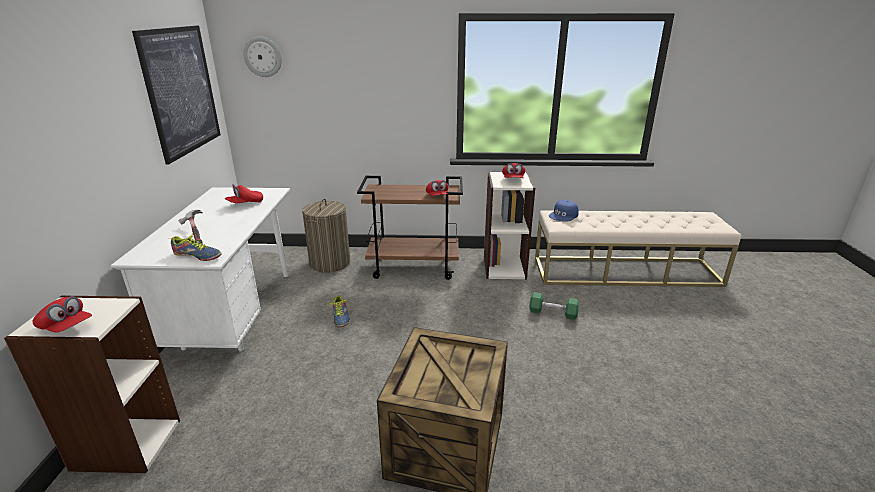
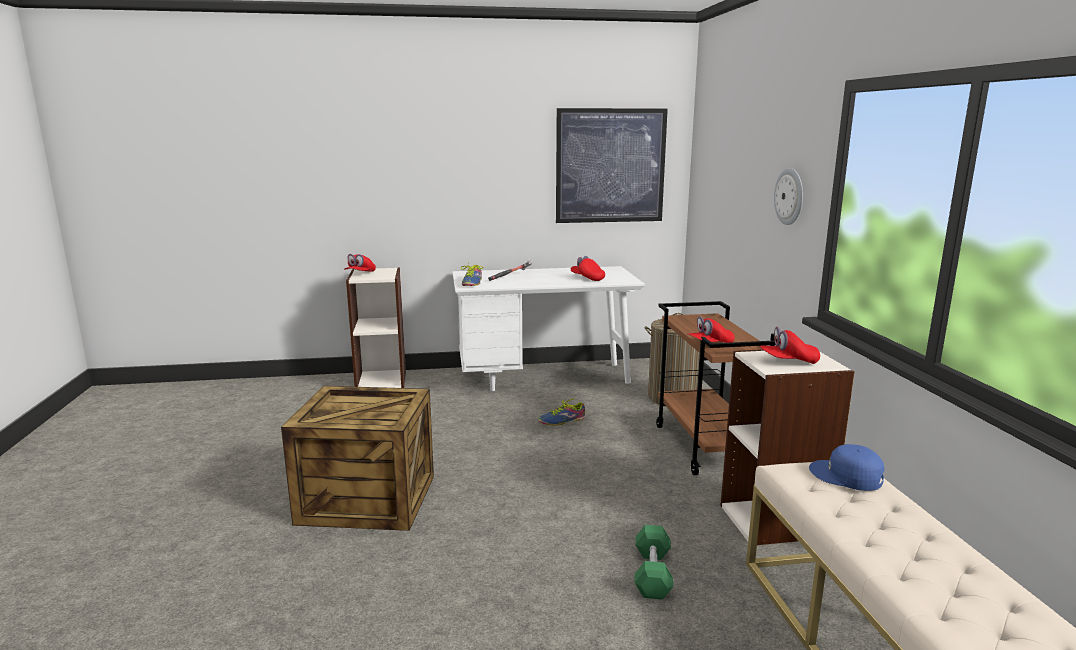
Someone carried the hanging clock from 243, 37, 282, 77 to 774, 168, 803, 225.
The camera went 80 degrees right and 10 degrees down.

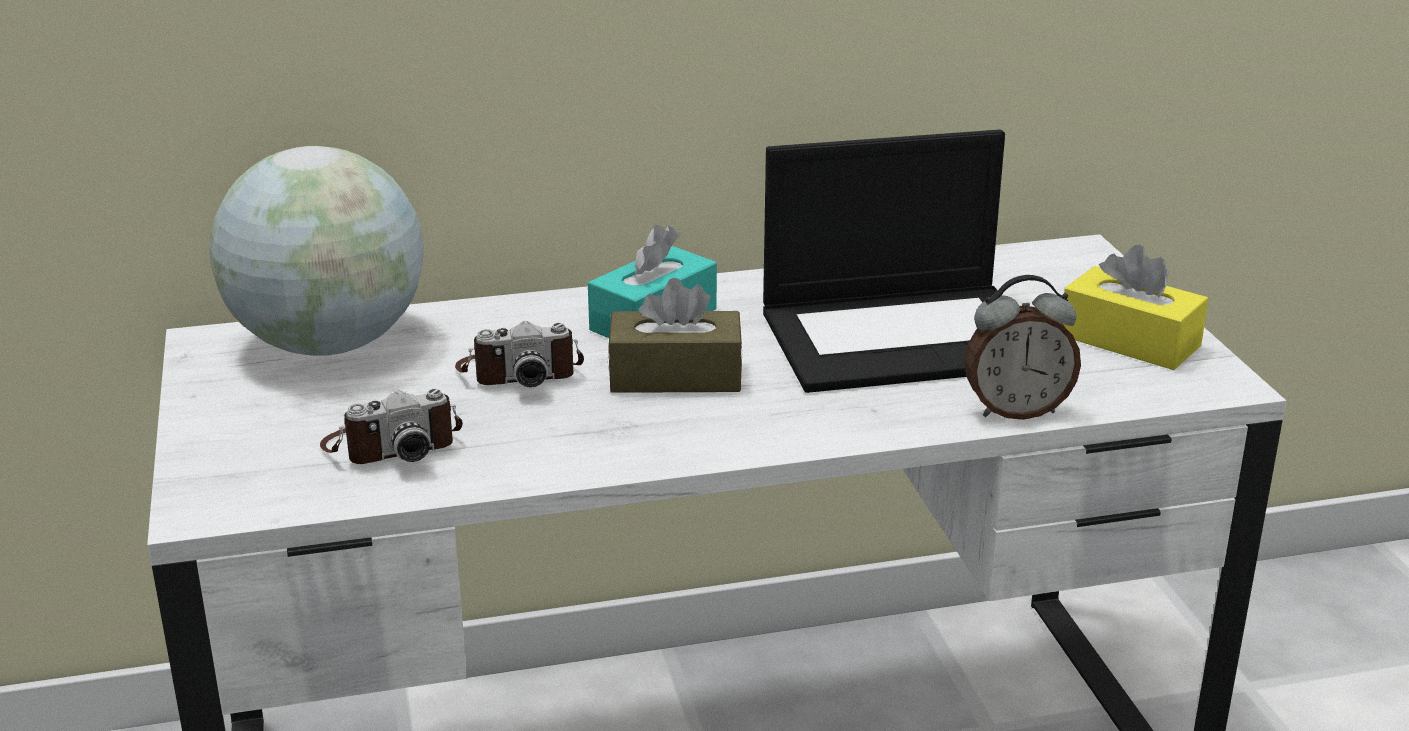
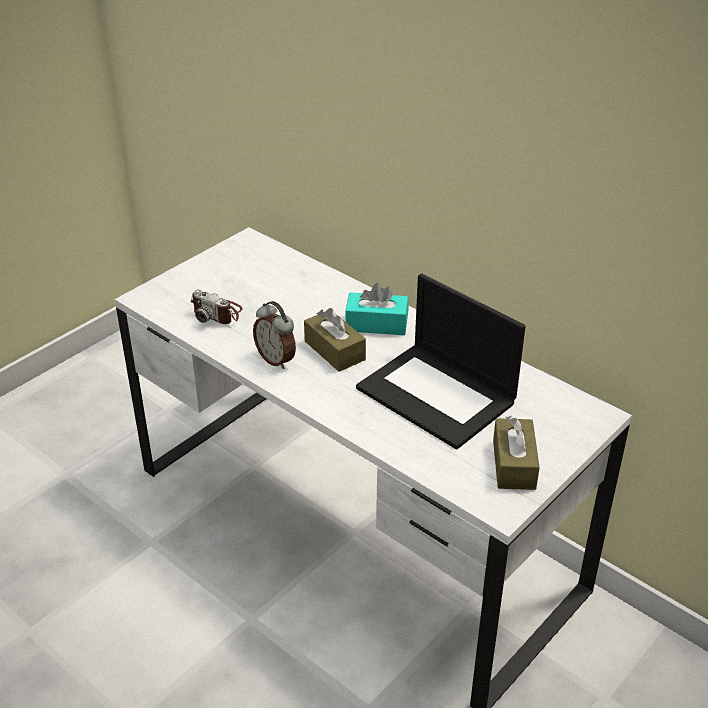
Someone took away the world globe at 209, 146, 424, 356.
Someone took away the photo camera at 455, 321, 584, 387.
Someone carried the alarm clock from 964, 275, 1081, 420 to 253, 301, 296, 369.
Someone repainted the tissue holder in yellow-coloured at 1062, 245, 1208, 370, which became the tissue holder in brownish at 493, 416, 540, 490.
The camera went 55 degrees right and 10 degrees up.

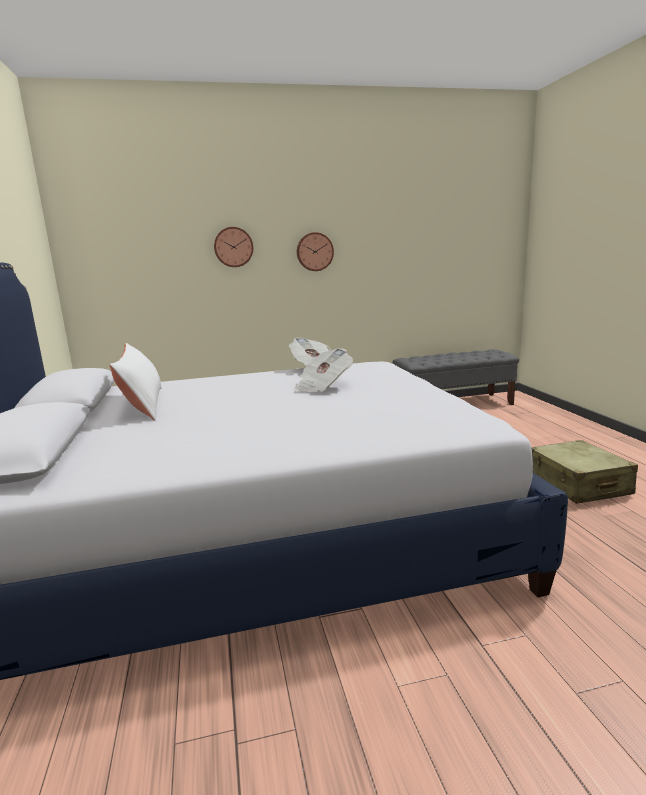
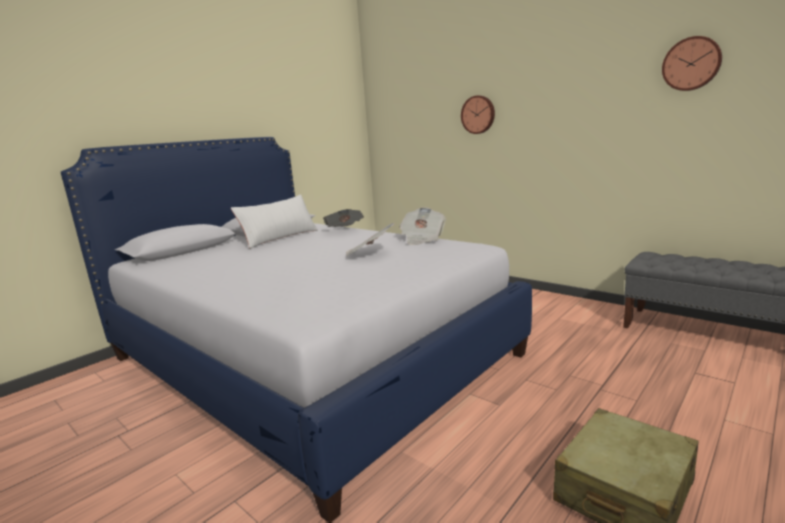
Someone put down the newspaper at 323, 209, 364, 227.
Someone carried the hanging clock from 297, 232, 334, 271 to 662, 36, 722, 91.
The camera went 55 degrees right and 0 degrees up.

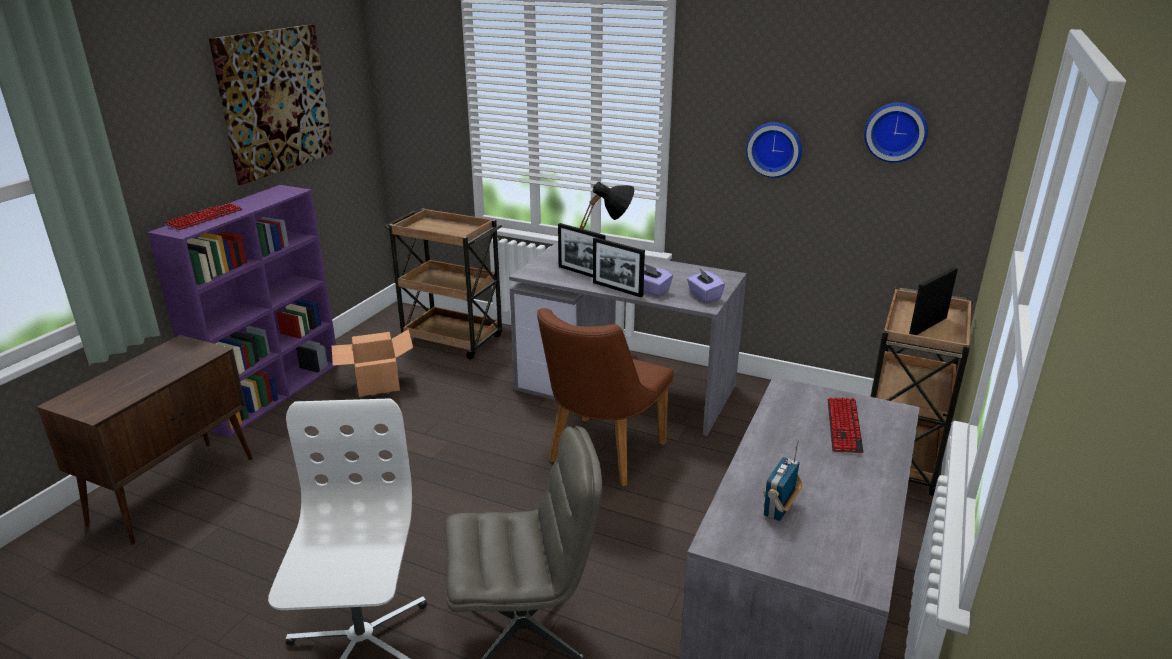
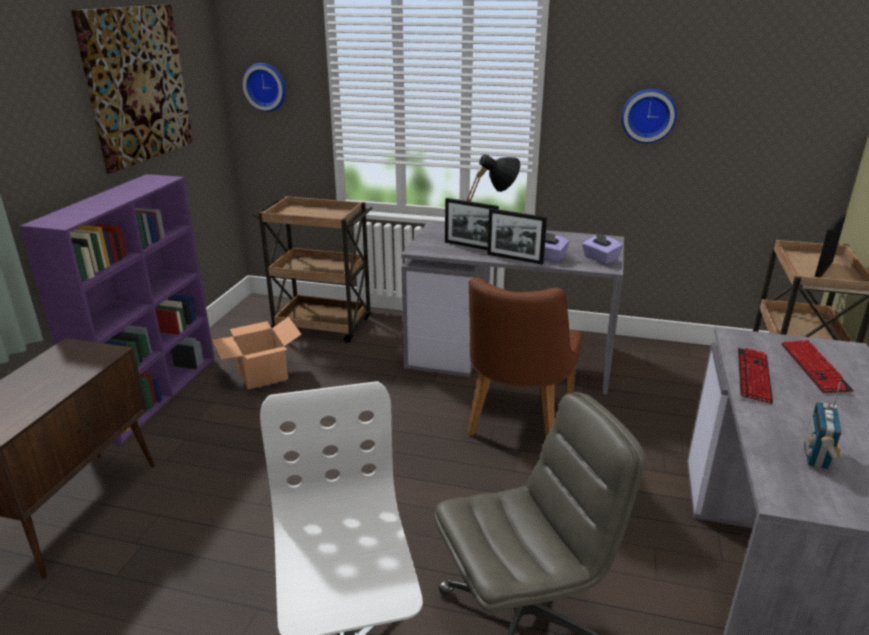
Someone carried the PC keyboard from 165, 203, 242, 230 to 738, 348, 773, 404.
Someone carried the hanging clock from 864, 102, 928, 163 to 243, 63, 286, 112.
The camera went 10 degrees left and 0 degrees up.

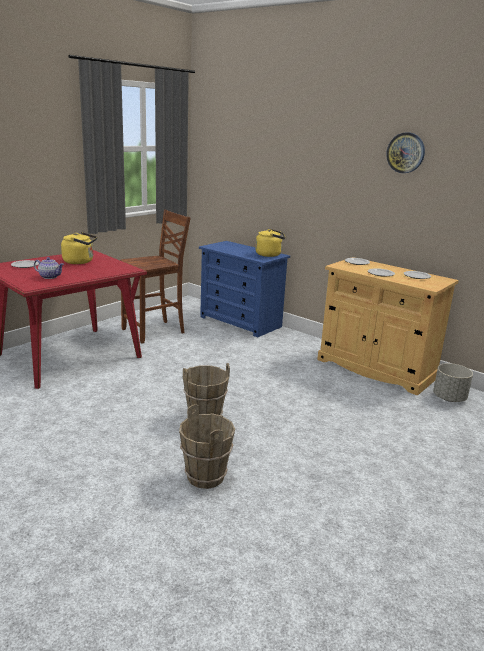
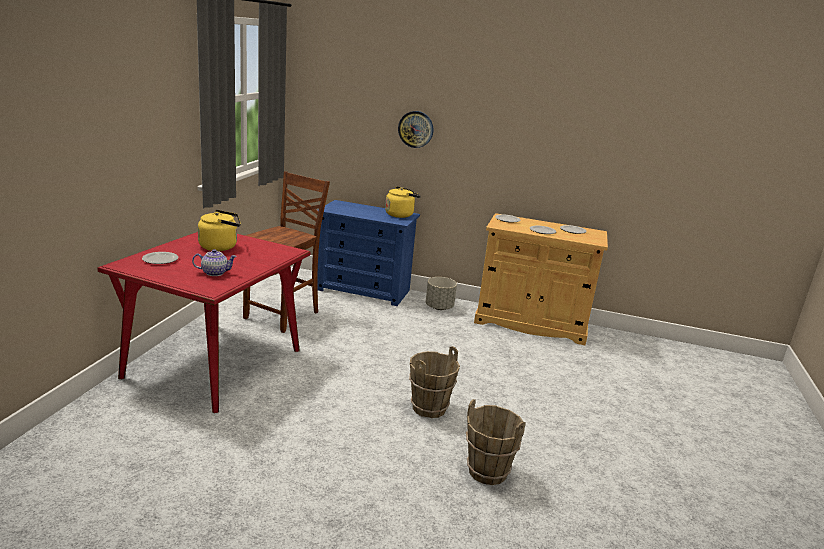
Someone carried the hanging clock from 386, 132, 425, 173 to 398, 111, 433, 148.
Someone carried the flower pot in greyish from 433, 363, 473, 402 to 426, 277, 457, 310.
The camera went 25 degrees left and 0 degrees up.

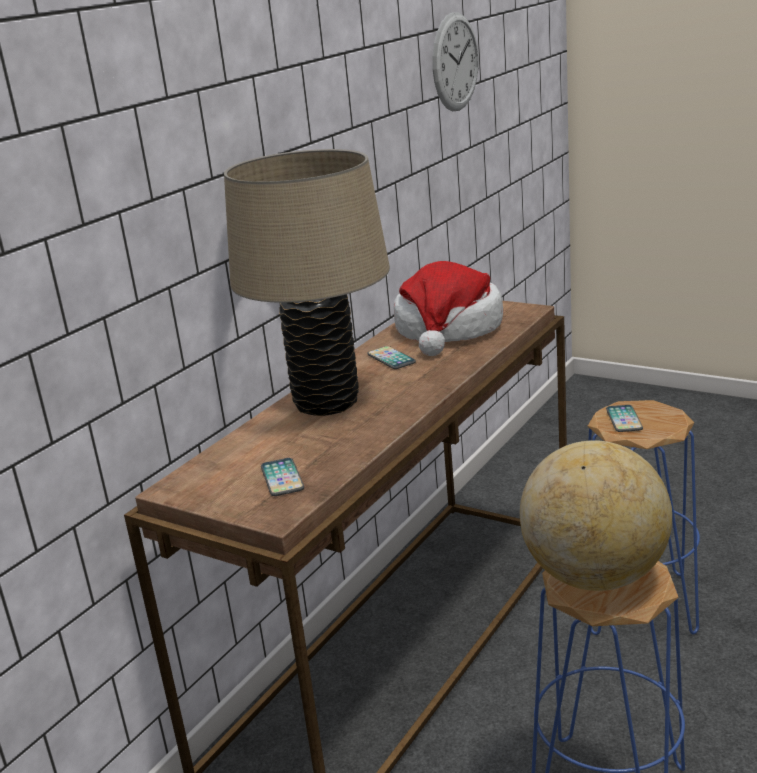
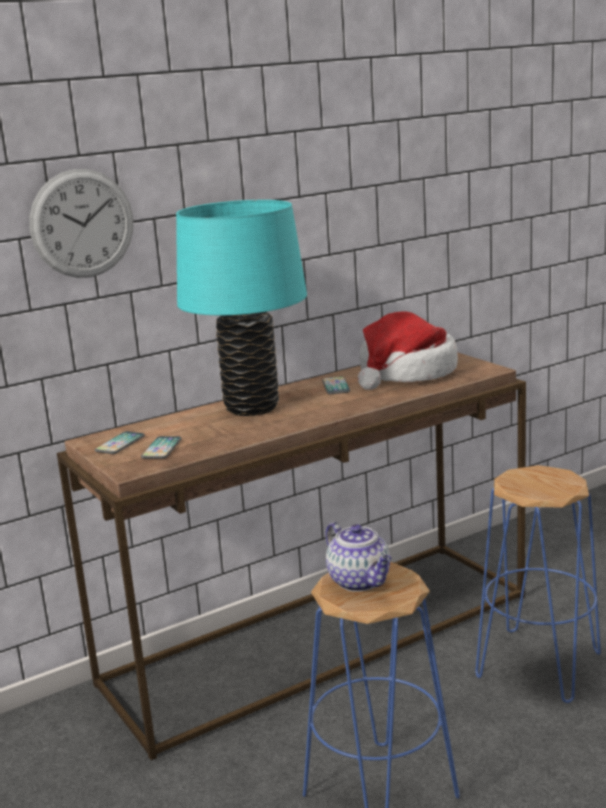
Someone carried the hanging clock from 432, 12, 479, 111 to 29, 169, 133, 278.
Someone carried the handset from 606, 405, 643, 432 to 95, 431, 145, 454.
Someone swapped the world globe at 520, 440, 672, 591 for the teapot at 326, 522, 391, 592.
Someone repainted the table lamp in beige at 224, 149, 390, 416, which became the table lamp in turquoise-coloured at 176, 200, 307, 416.
The camera went 25 degrees right and 5 degrees down.

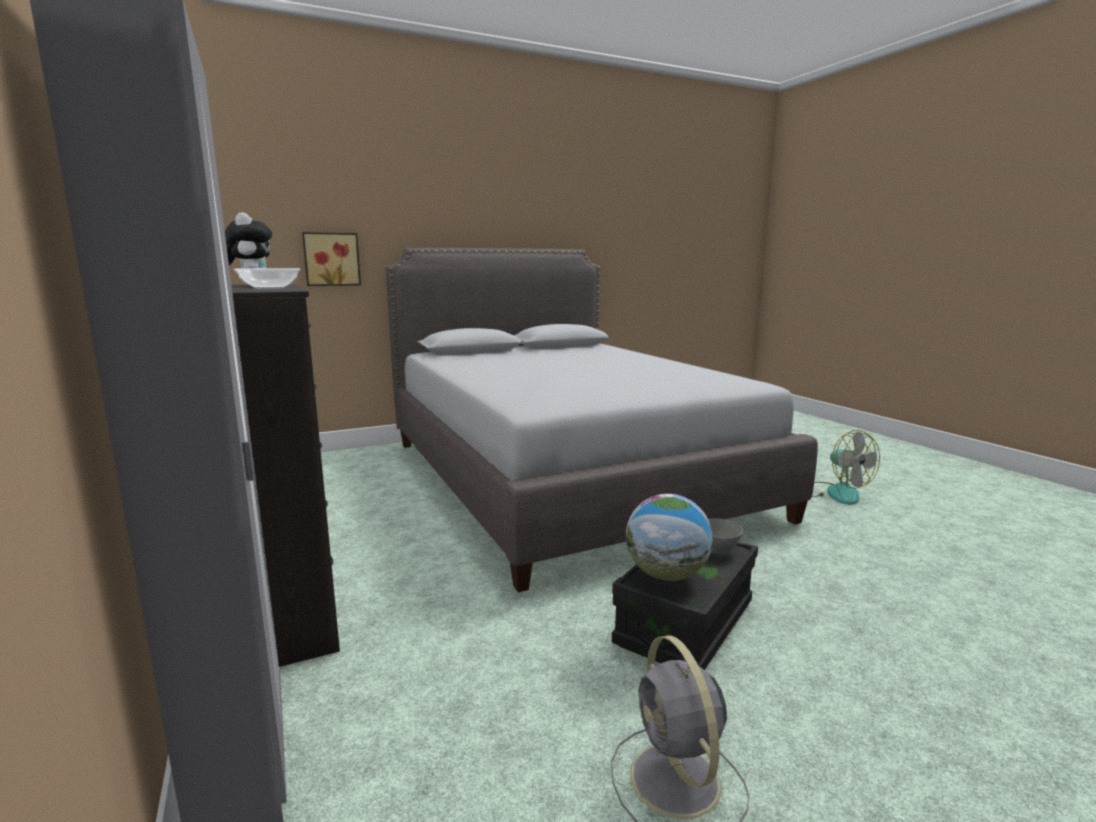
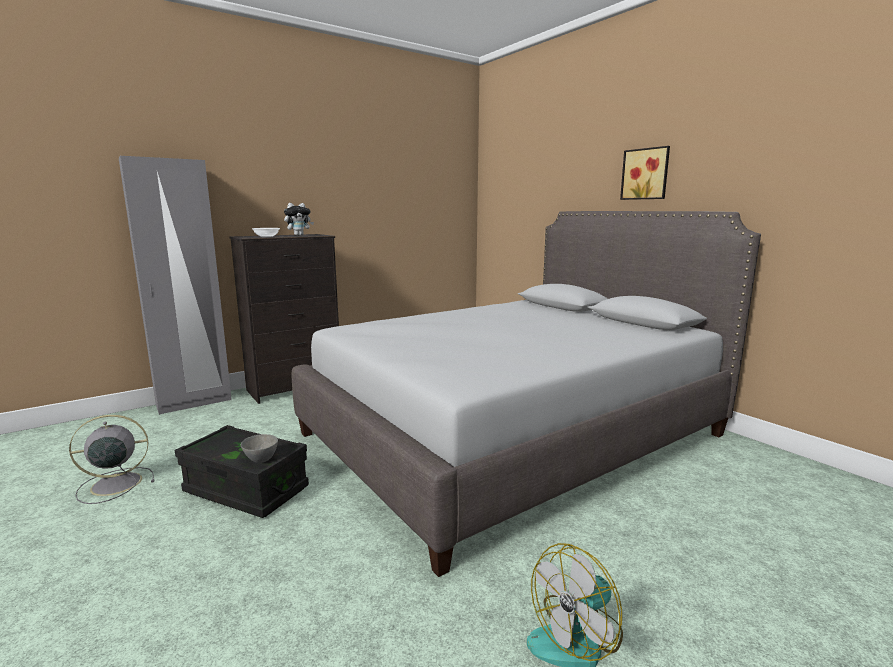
Someone took away the world globe at 626, 494, 713, 581.
Someone carried the wall picture from 302, 232, 361, 286 to 620, 146, 670, 200.
The camera went 80 degrees right and 0 degrees up.

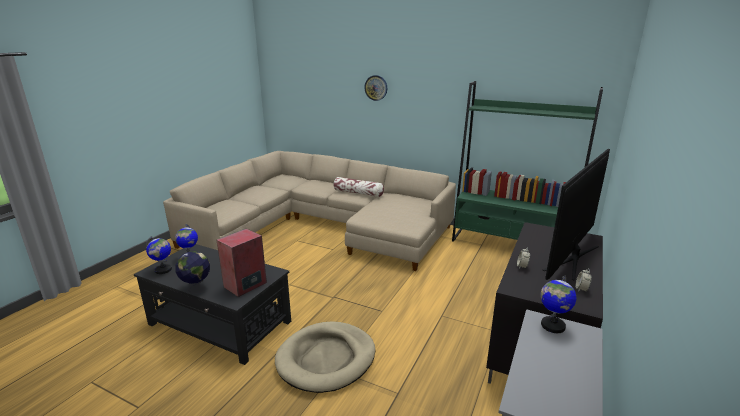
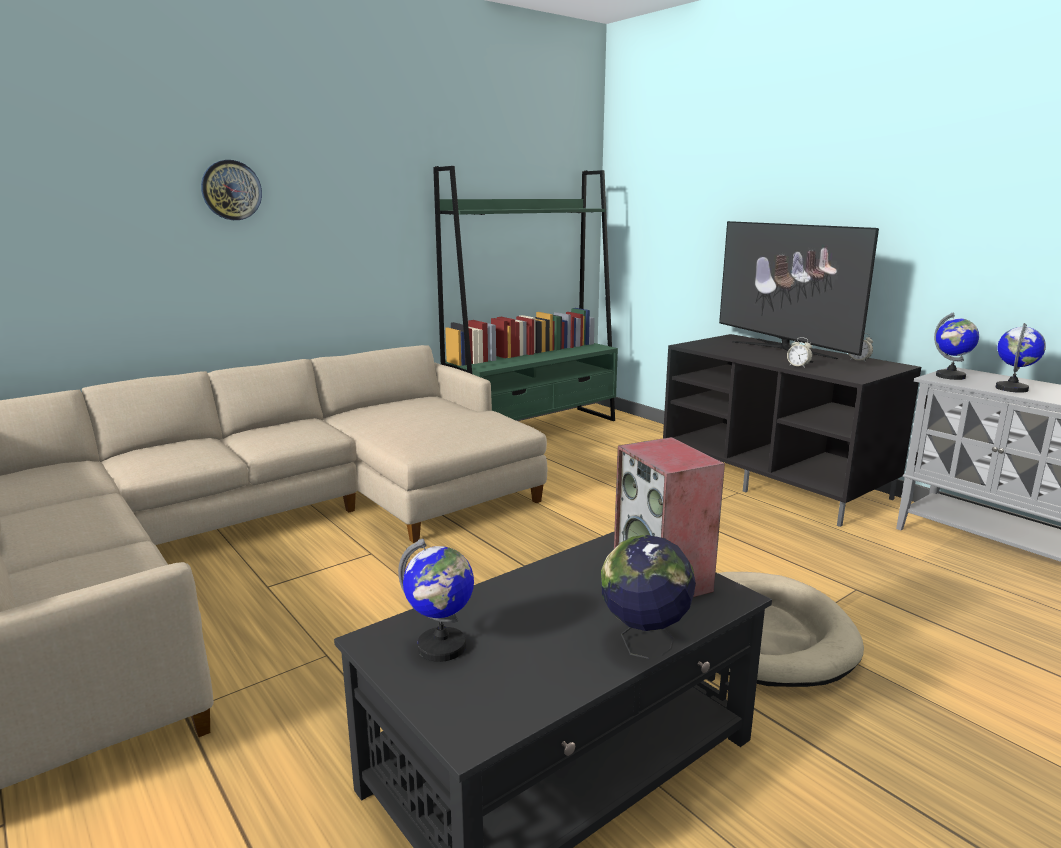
Someone took away the pillow at 334, 177, 384, 197.
Someone carried the world globe from 146, 236, 172, 274 to 996, 323, 1046, 393.
The camera went 65 degrees left and 5 degrees down.

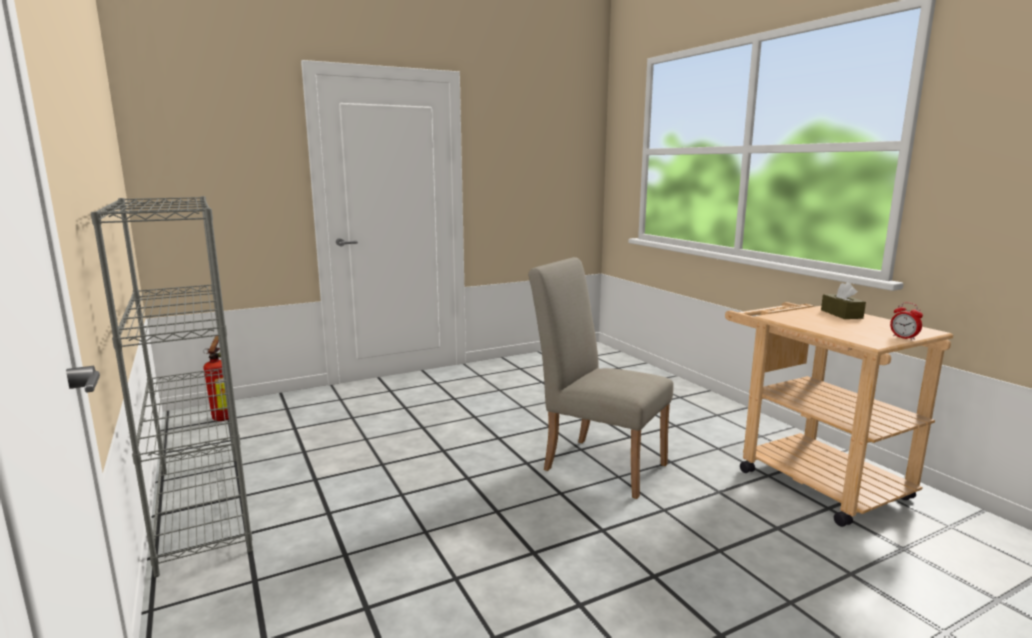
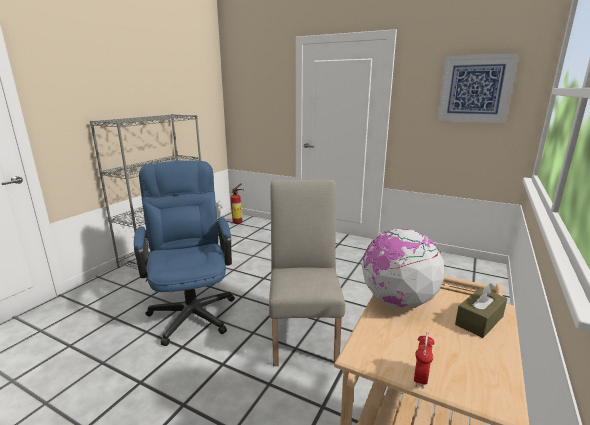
Someone put down the desk chair in bluish at 134, 161, 235, 346.
Someone put down the world globe at 362, 229, 444, 308.
Someone put up the wall picture at 437, 53, 519, 123.
The camera went 55 degrees right and 5 degrees up.

